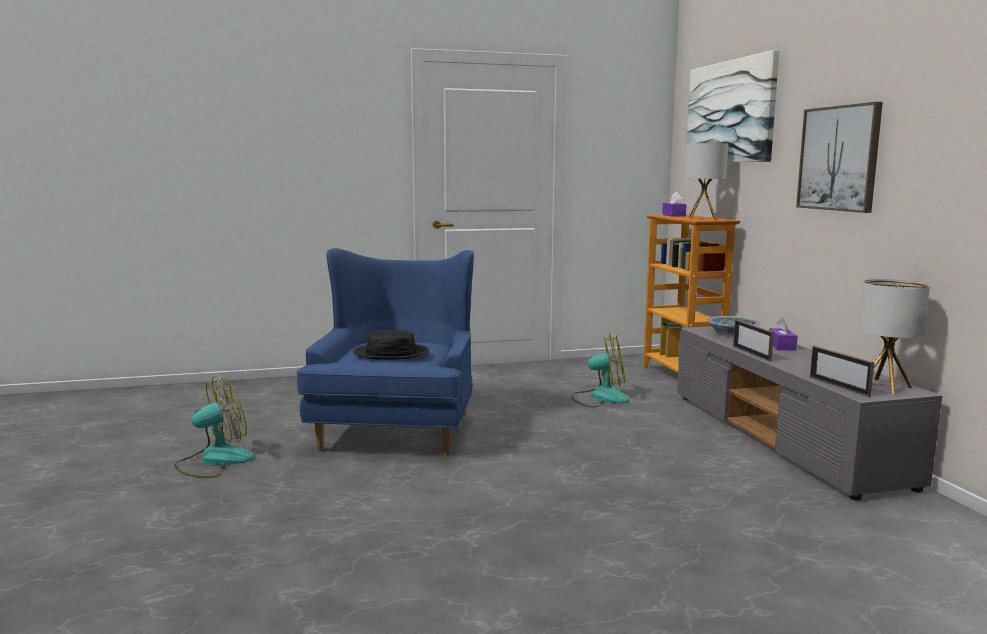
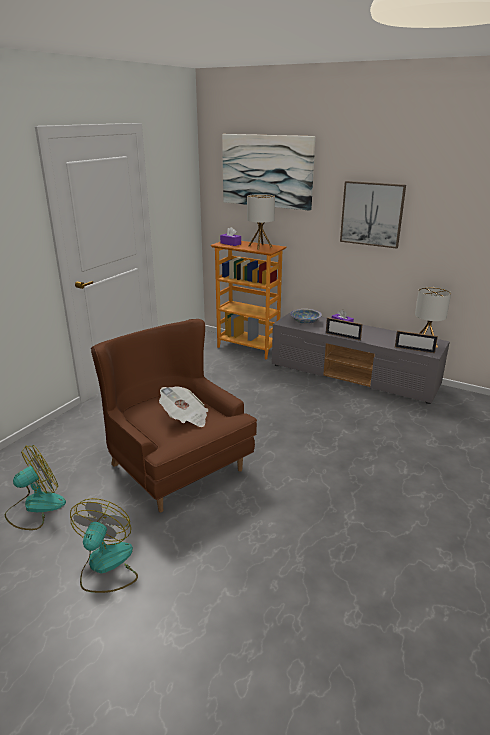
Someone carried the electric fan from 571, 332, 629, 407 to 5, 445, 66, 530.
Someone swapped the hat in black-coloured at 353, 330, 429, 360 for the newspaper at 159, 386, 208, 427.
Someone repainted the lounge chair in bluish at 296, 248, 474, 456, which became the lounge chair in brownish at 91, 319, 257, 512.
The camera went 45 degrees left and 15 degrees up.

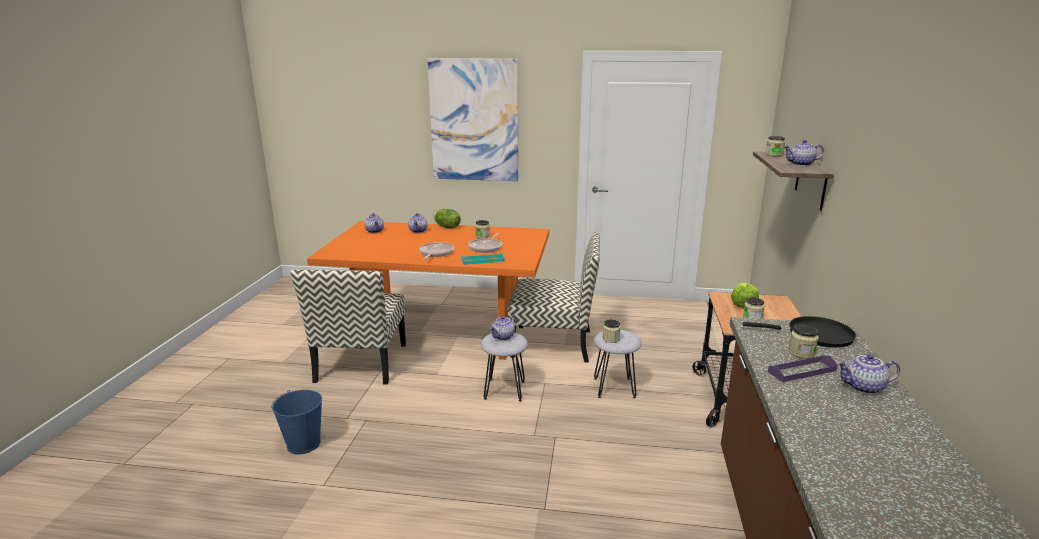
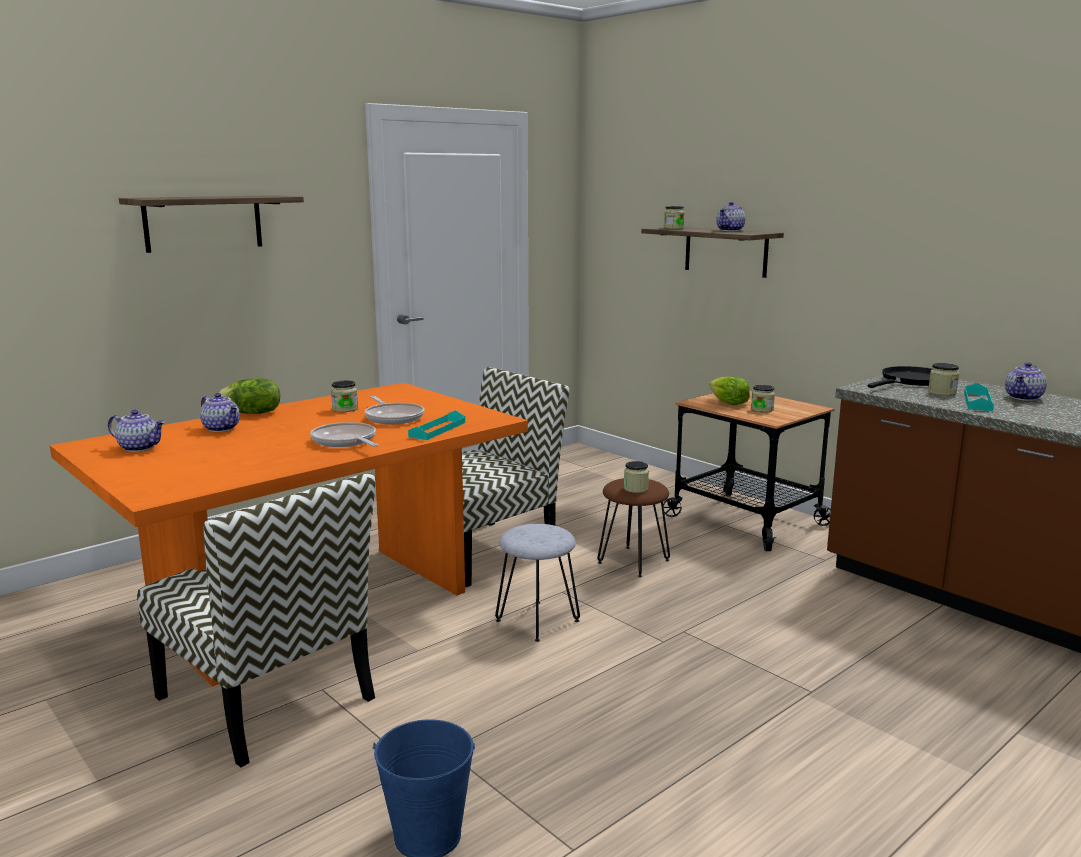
Someone took away the teapot at 490, 315, 516, 341.
Someone swapped the wall picture at 428, 58, 518, 181 for the bracket shelf at 119, 195, 304, 253.
Someone repainted the stool seat in greyish at 594, 330, 641, 398, which became the stool seat in brownish at 597, 478, 670, 577.
Someone repainted the carrying tray in purplish at 768, 355, 838, 382, which became the carrying tray in turquoise-coloured at 964, 383, 994, 411.
The camera went 50 degrees left and 5 degrees down.

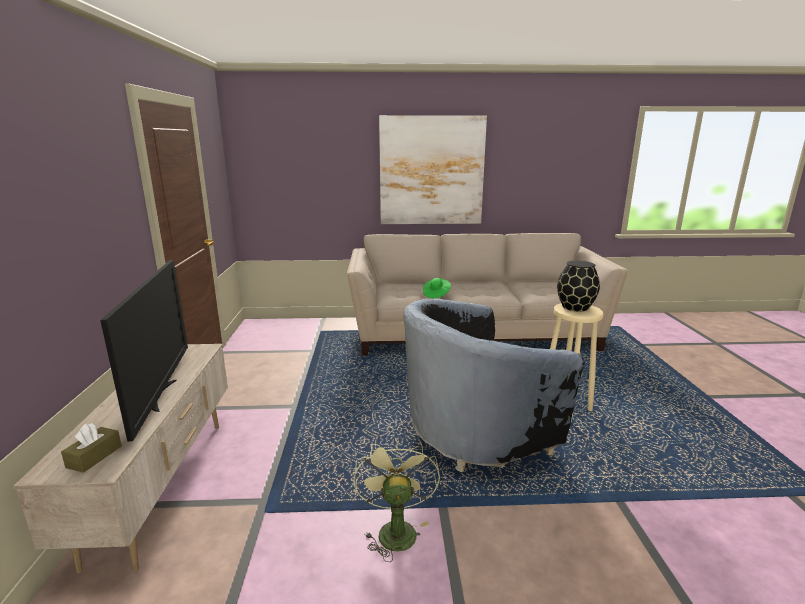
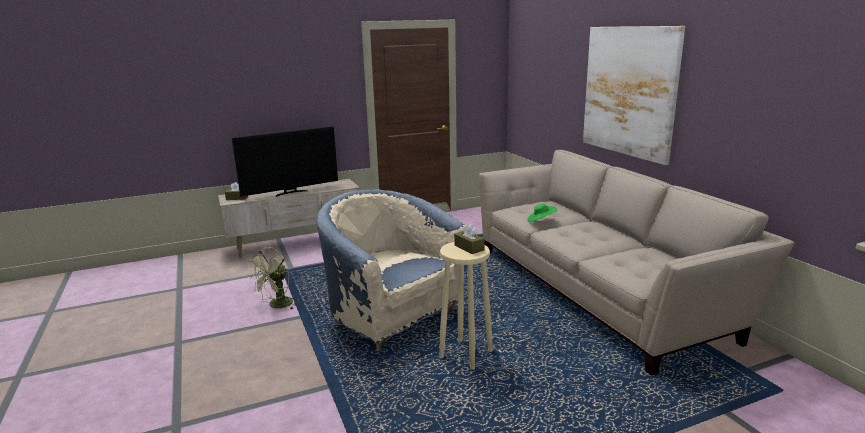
Someone swapped the decorative vase in black-coloured at 557, 261, 600, 311 for the tissue holder in brownish at 454, 224, 484, 254.
Someone repainted the lounge chair in black-coloured at 403, 298, 584, 472, which became the lounge chair in beige at 316, 189, 466, 351.
Someone rotated the electric fan in green at 353, 437, 440, 562 by 150 degrees clockwise.
The camera went 70 degrees right and 0 degrees up.

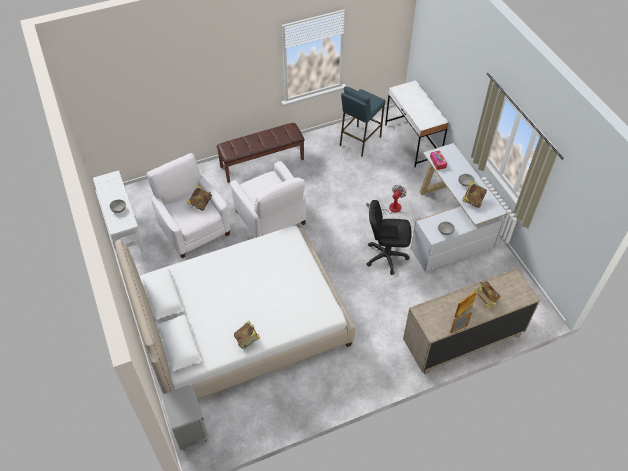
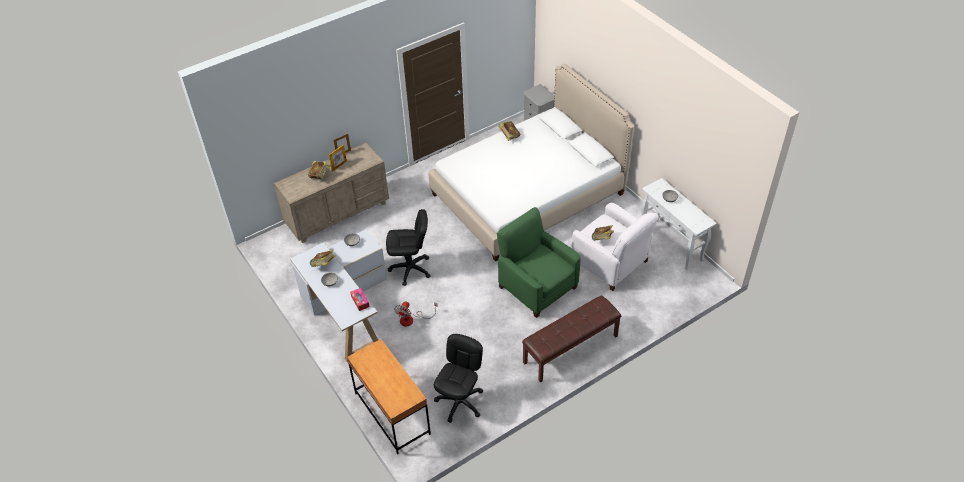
Someone swapped the stool seat in bluish at 340, 87, 385, 156 for the desk chair in black-coloured at 434, 334, 483, 422.
Someone repainted the lounge chair in whitish at 230, 161, 306, 238, which became the lounge chair in green at 497, 207, 581, 318.
Someone repainted the desk in whitish at 385, 80, 449, 167, which became the desk in brownish at 347, 339, 431, 454.
The camera went 170 degrees right and 5 degrees down.

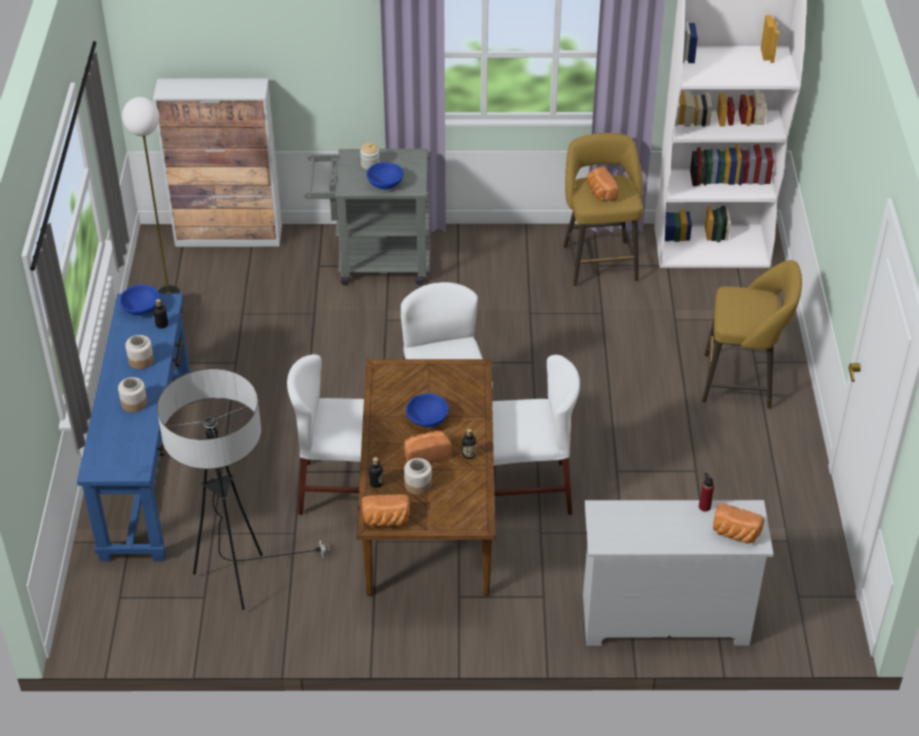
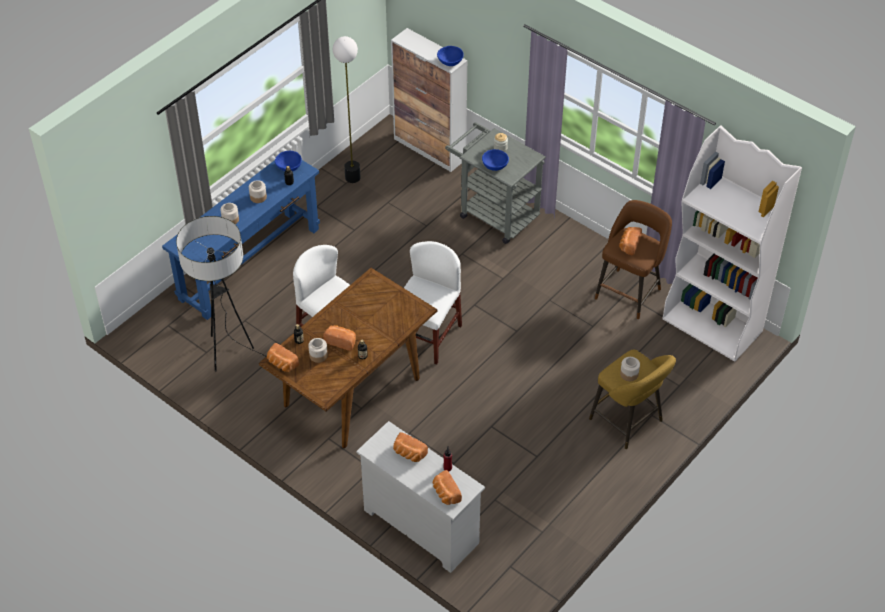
Someone took away the plain chair in whitish at 492, 355, 580, 515.
Someone put down the baked bread at 393, 432, 428, 462.
Someone put down the jar at 620, 357, 640, 381.
Someone carried the bowl in bluish from 406, 393, 449, 427 to 437, 46, 464, 66.
Someone repainted the stool seat in yellow-coloured at 563, 133, 643, 287, which became the stool seat in brownish at 595, 200, 672, 319.
The camera went 40 degrees right and 5 degrees up.

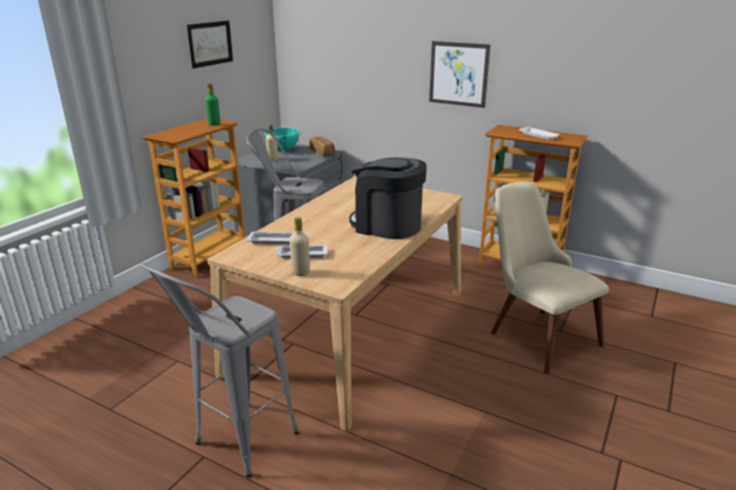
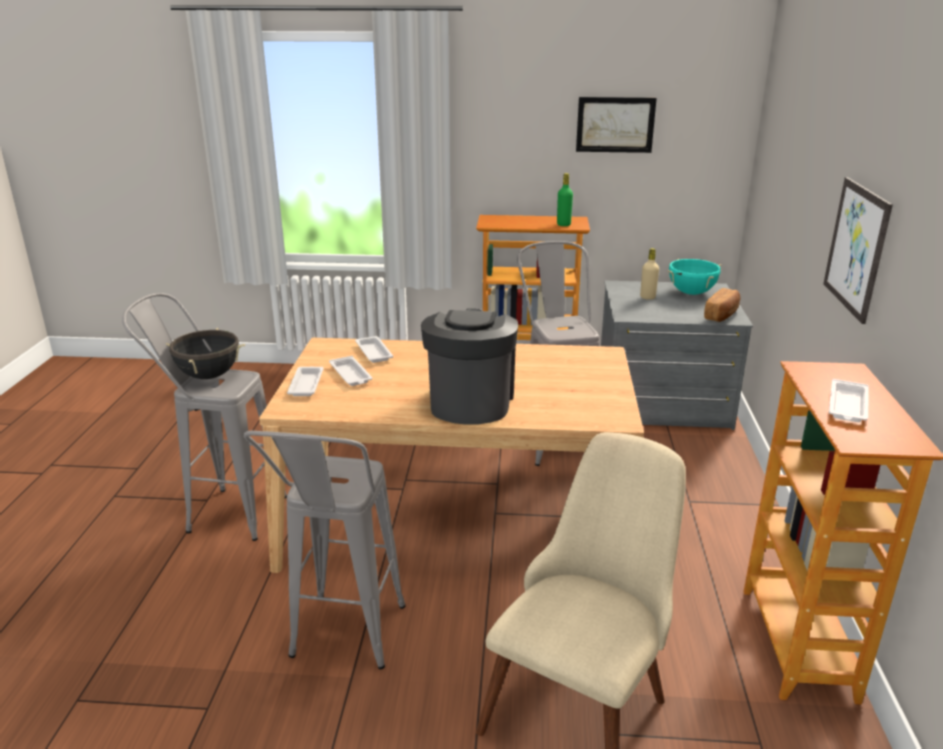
Someone put down the saucepot in black-coloured at 166, 328, 245, 379.
Someone put down the stool seat in greyish at 244, 431, 405, 669.
Someone swapped the bottle in beige at 289, 217, 310, 276 for the carrying tray in whitish at 287, 366, 324, 396.
The camera went 65 degrees right and 0 degrees up.

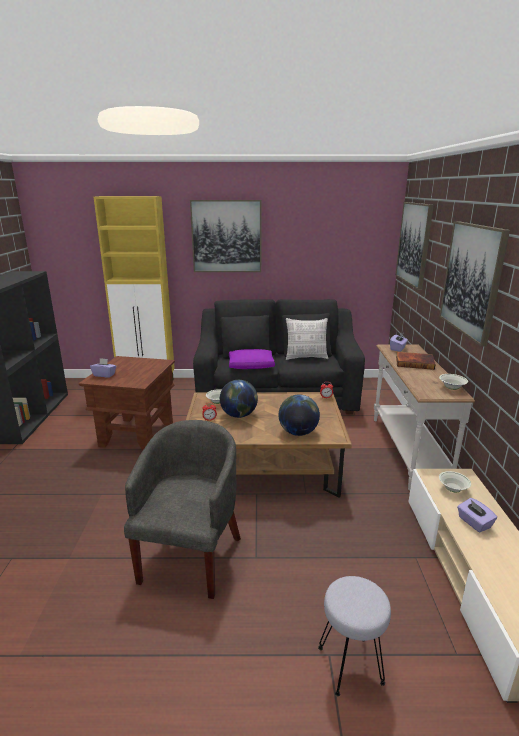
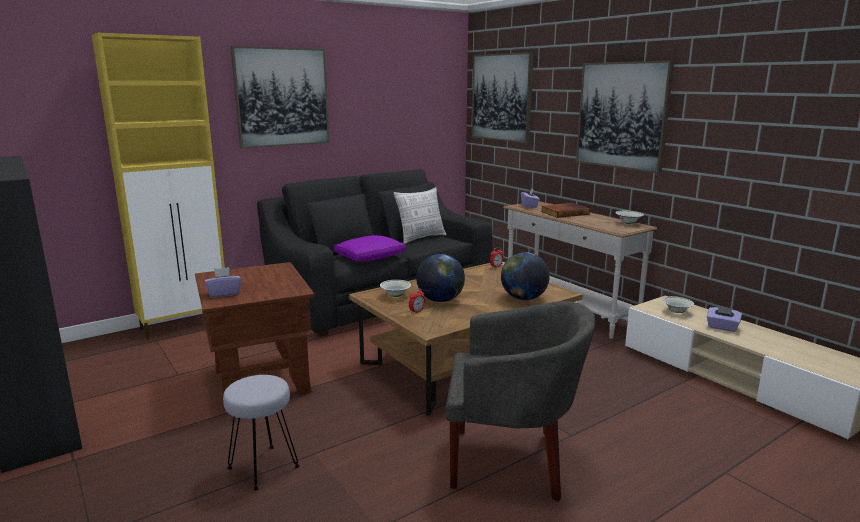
Someone carried the stool seat in greyish from 318, 576, 391, 696 to 223, 375, 300, 490.
Someone rotated the lounge chair in greyish at 124, 420, 241, 599 by 120 degrees clockwise.
The camera went 35 degrees left and 5 degrees down.

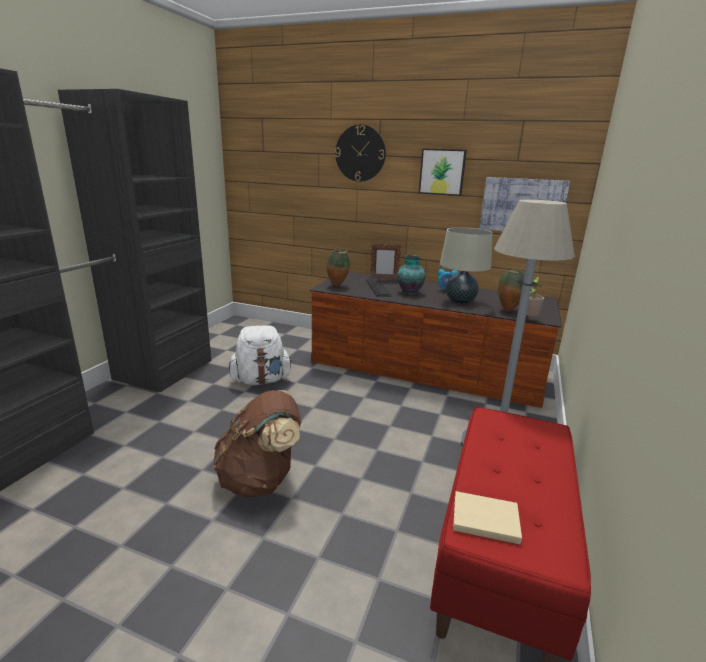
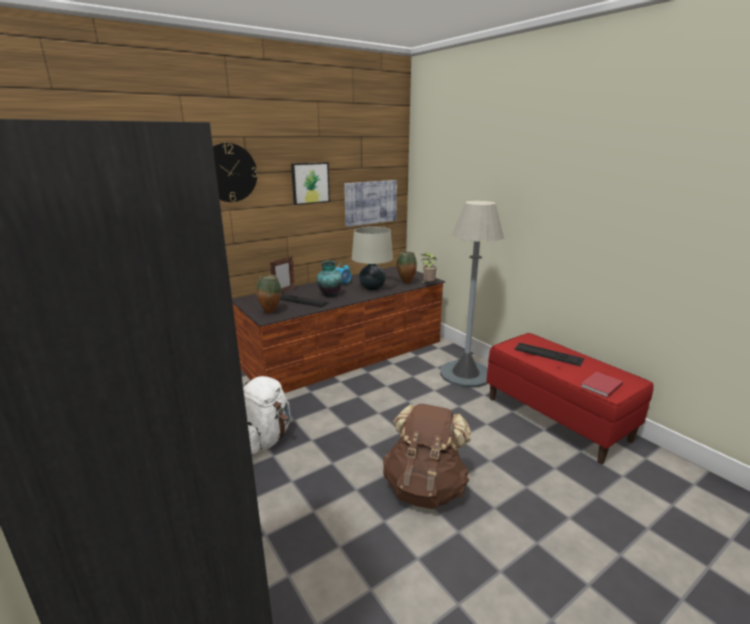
Someone put down the PC keyboard at 514, 343, 584, 366.
Someone repainted the volume in beige at 453, 491, 522, 544, which became the volume in red-coloured at 581, 372, 623, 398.
The camera went 55 degrees left and 0 degrees up.

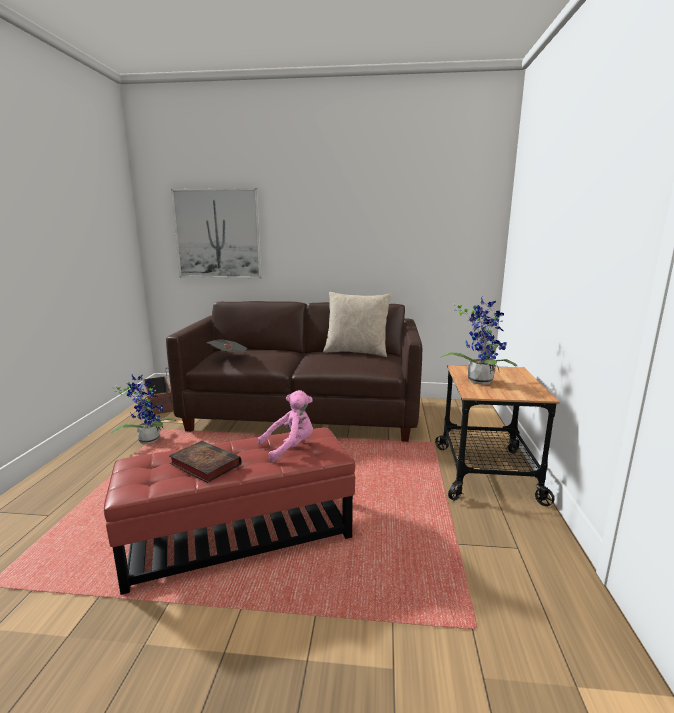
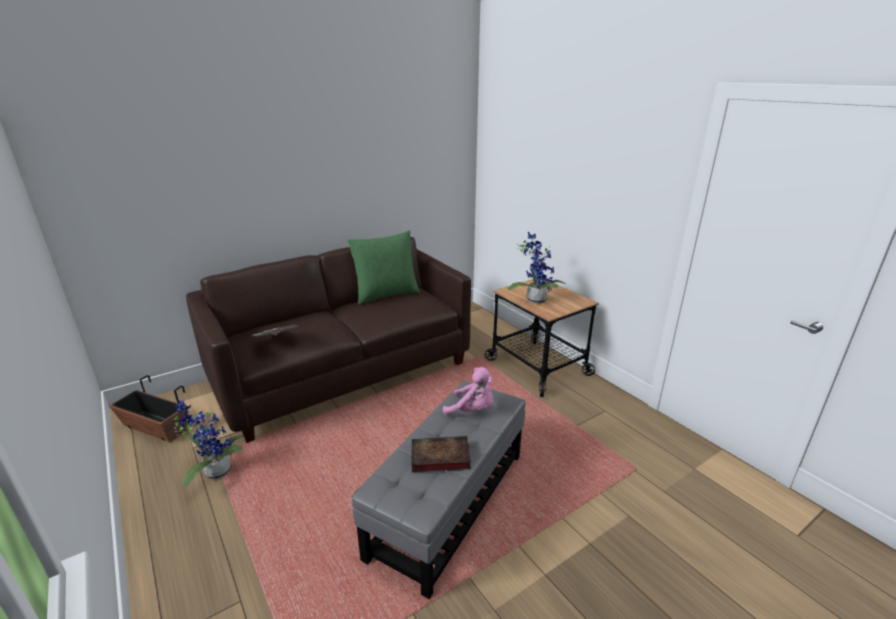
Someone took away the wall picture at 171, 188, 262, 279.
Someone repainted the pouffe in red-coloured at 104, 428, 355, 595, which became the pouffe in greyish at 352, 381, 526, 599.
Someone repainted the pillow in beige at 323, 292, 392, 357, which became the pillow in green at 347, 230, 420, 305.
Someone rotated the soft toy in pink-coloured at 258, 390, 313, 462 by 90 degrees clockwise.
The camera went 40 degrees left and 10 degrees up.

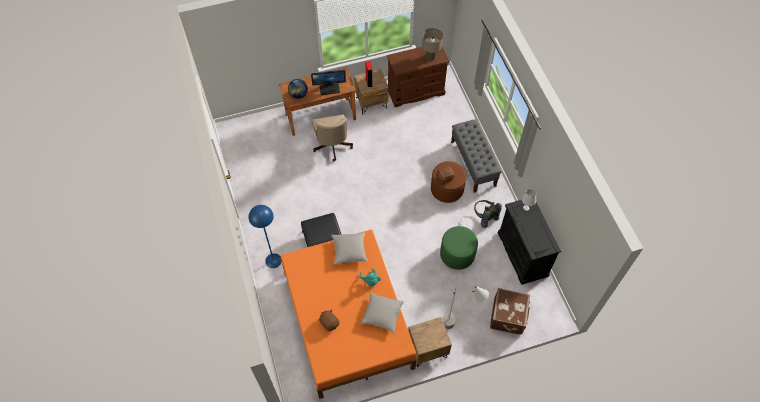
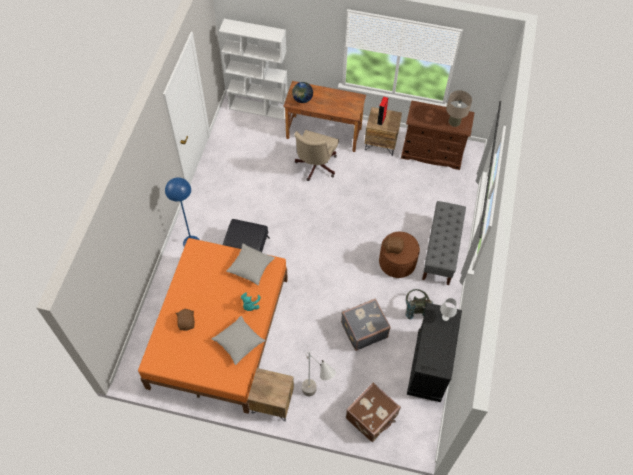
Someone took away the computer display at 311, 70, 346, 95.
Someone put down the bookshelf in whitish at 219, 19, 288, 120.
Someone swapped the pouffe in green at 440, 226, 478, 270 for the travel case in greyish at 341, 298, 391, 351.
The camera went 30 degrees right and 0 degrees up.

